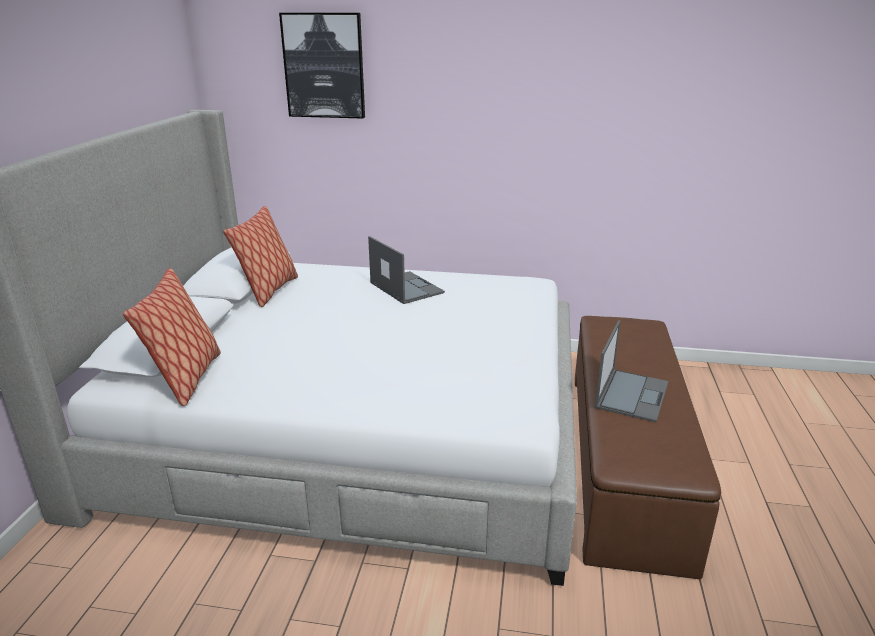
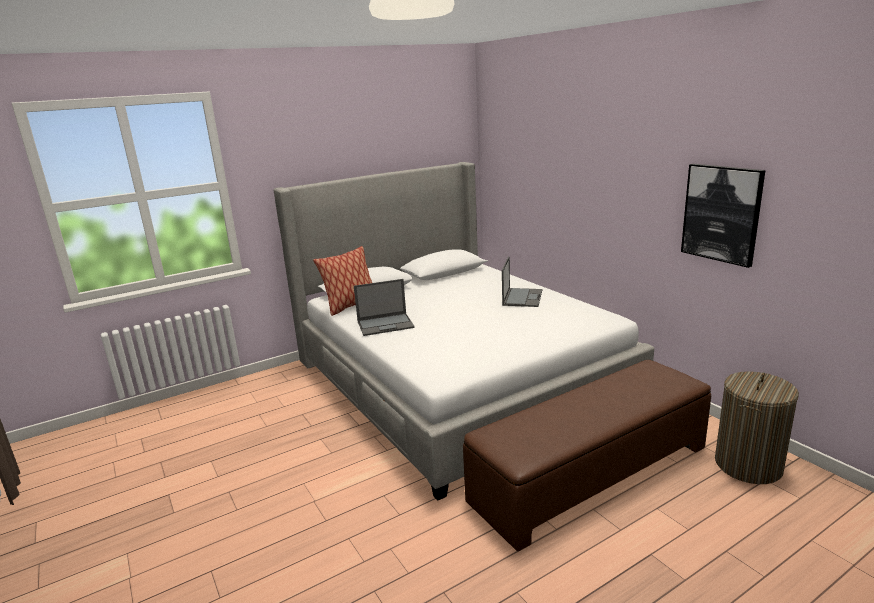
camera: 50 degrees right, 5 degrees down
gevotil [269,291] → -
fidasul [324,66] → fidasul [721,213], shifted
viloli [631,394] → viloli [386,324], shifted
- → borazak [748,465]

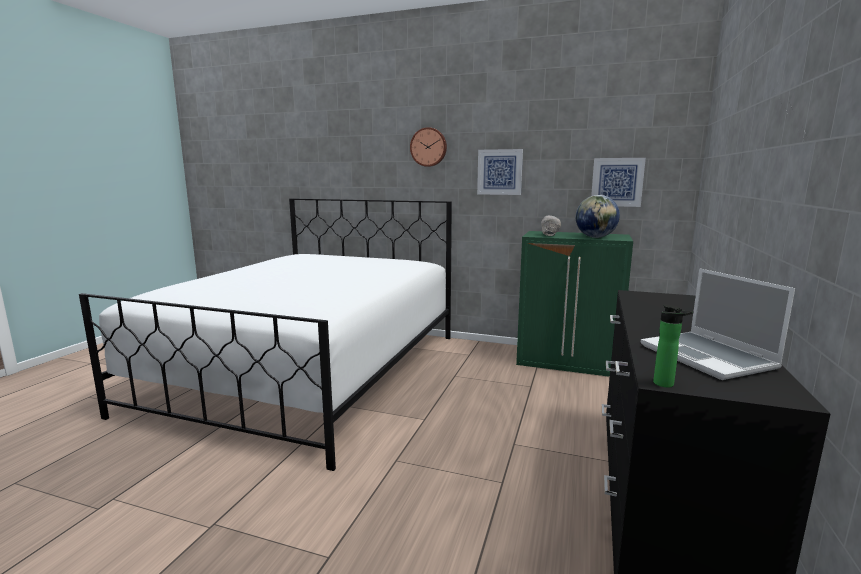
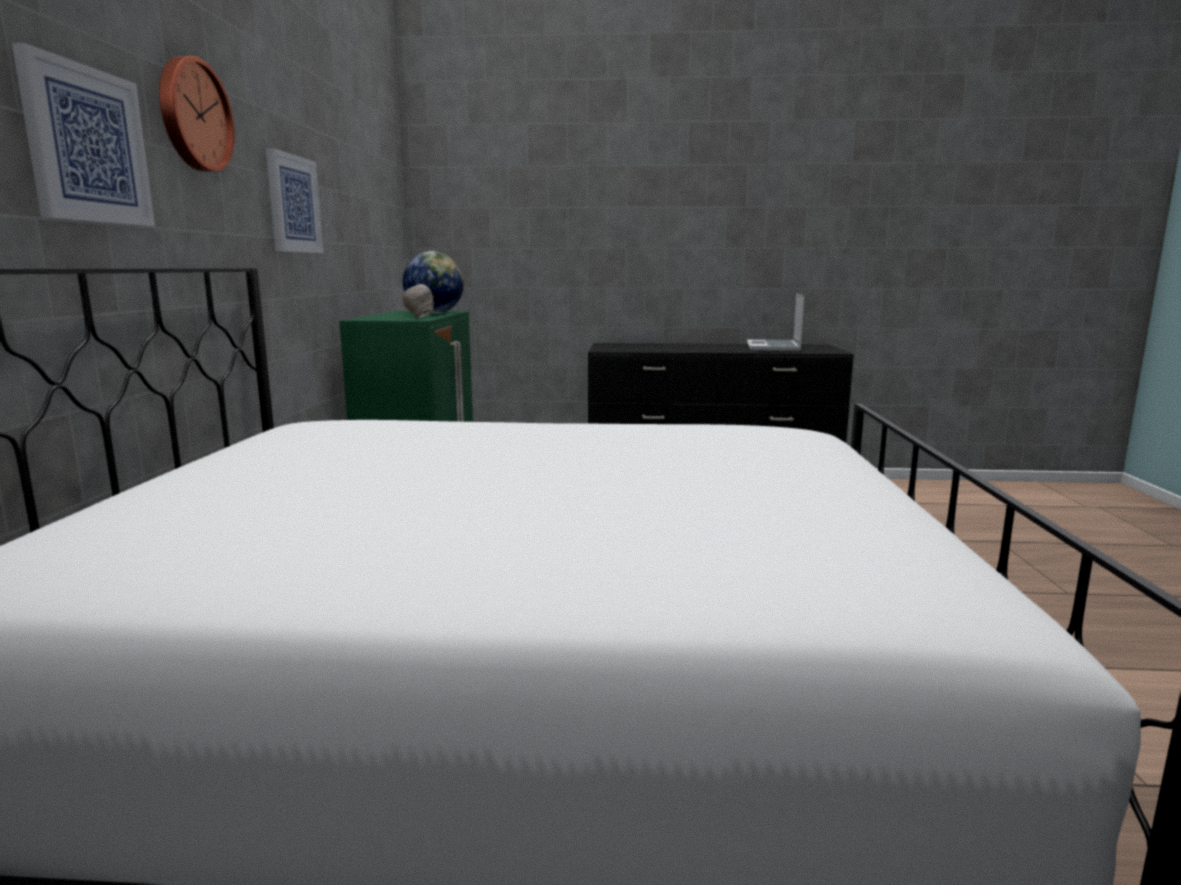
camera: 105 degrees left, 0 degrees up
fidasul [617,182] → fidasul [86,145], shifted
viloli [708,357] → viloli [774,347], 135 degrees clockwise
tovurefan [666,385] → -

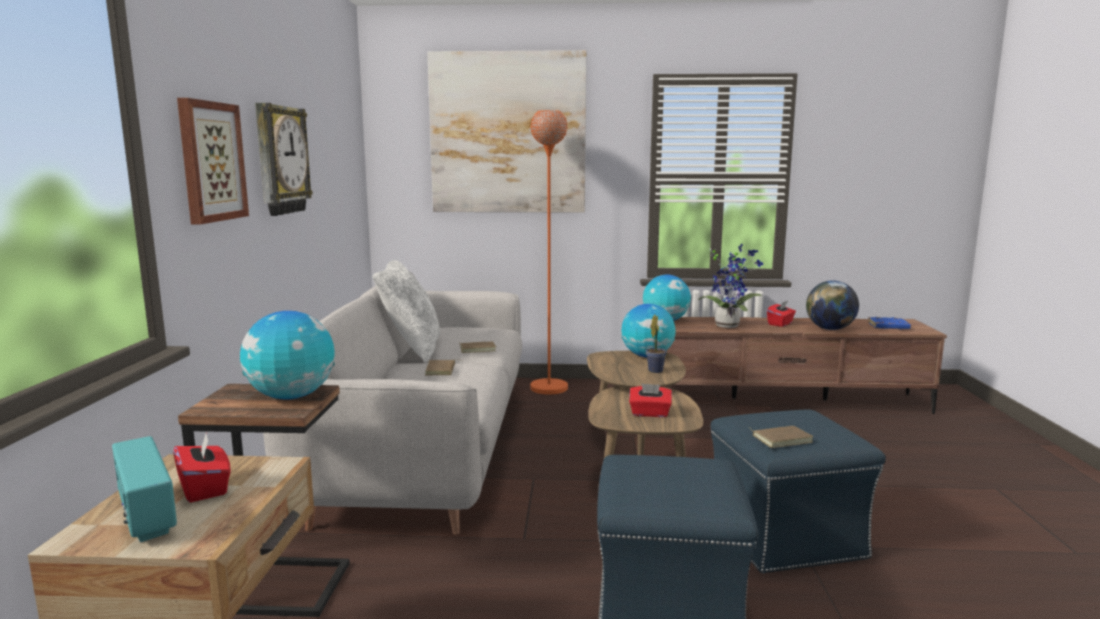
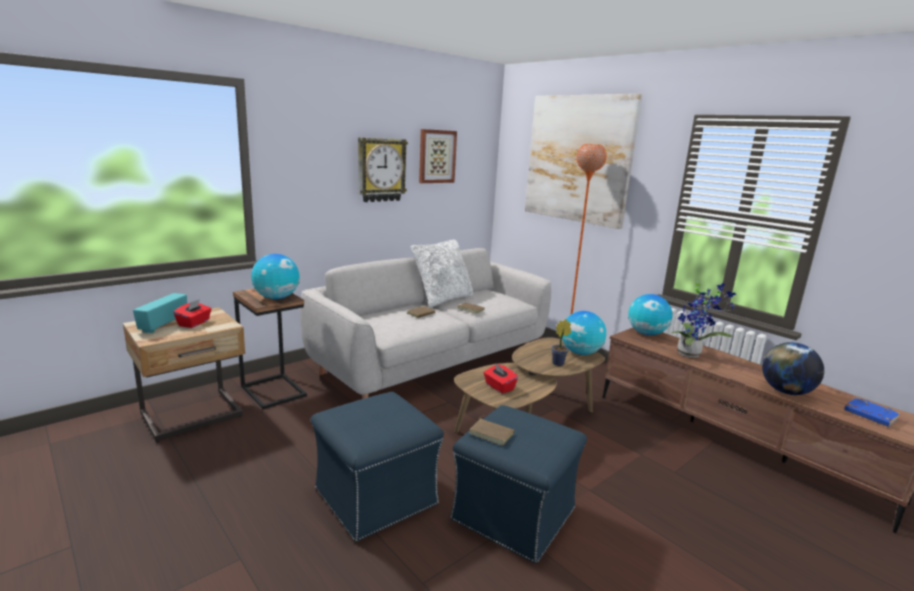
camera: 45 degrees right, 5 degrees up
fidasul [211,161] → fidasul [436,156], shifted
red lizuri [780,324] → -

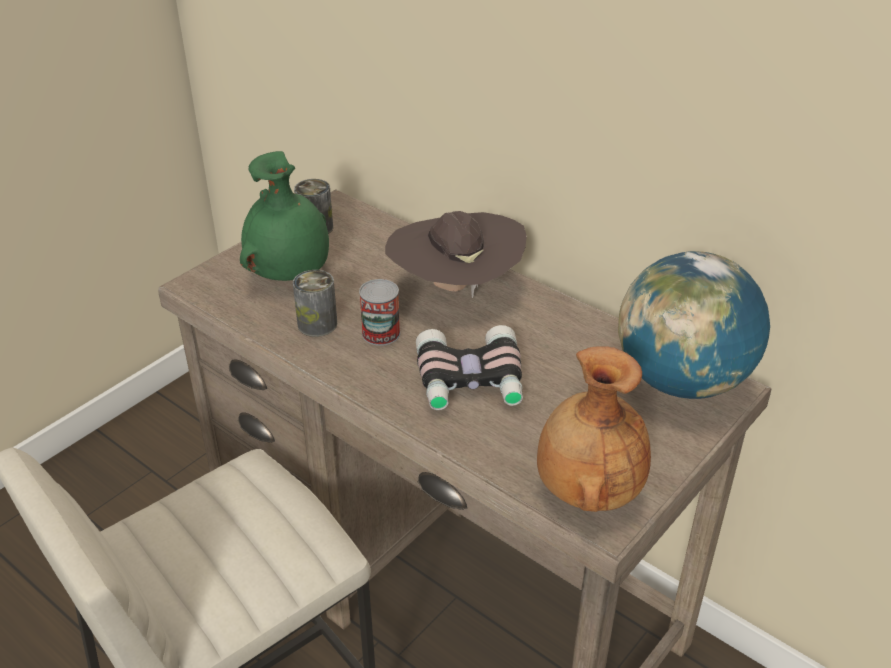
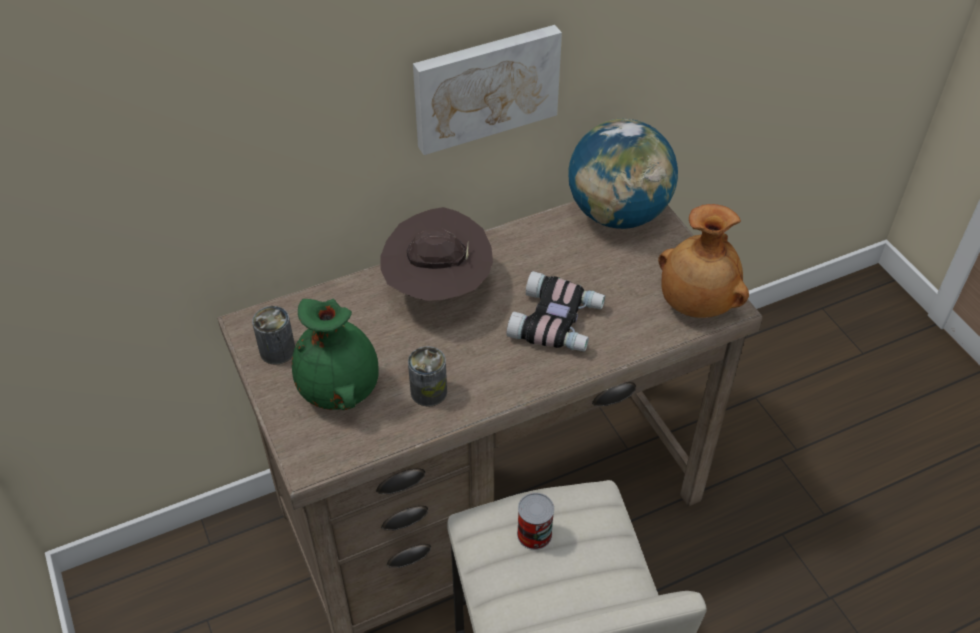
camera: 65 degrees left, 10 degrees up
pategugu [381,333] → pategugu [534,534], shifted
- → fidasul [485,86]

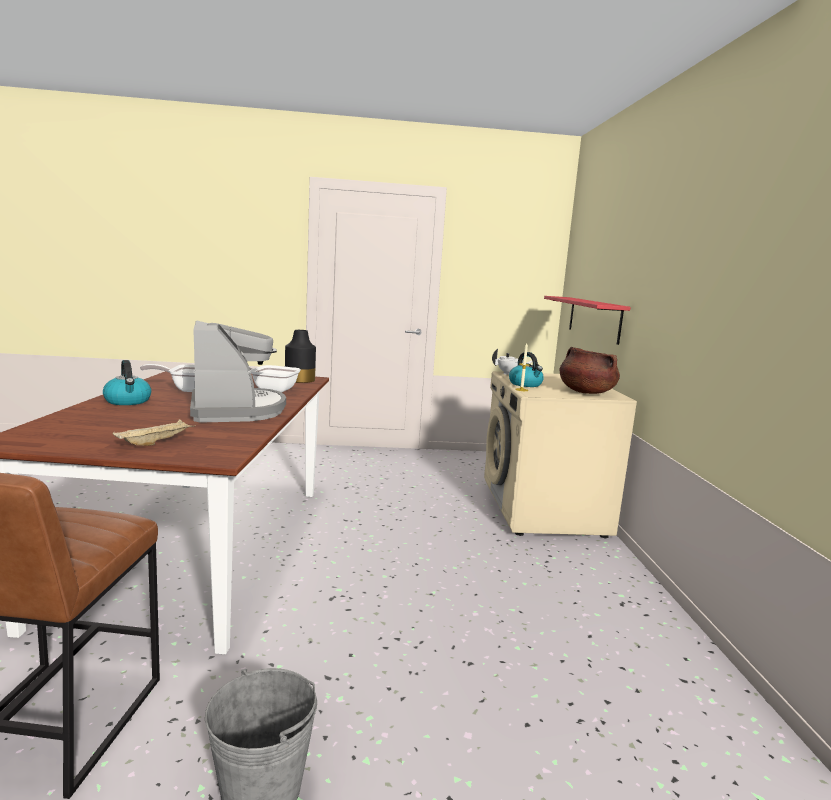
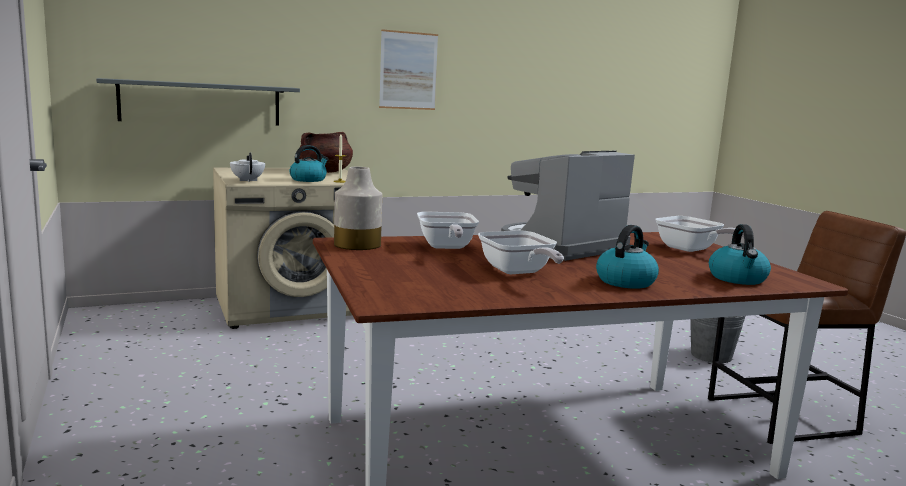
camera: 110 degrees left, 0 degrees up
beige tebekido [156,442] → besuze [692,250]
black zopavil [299,379] → beige zopavil [357,244]
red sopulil [594,318] → grey sopulil [201,103]
- → fidasul [408,70]
- → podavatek [738,279]

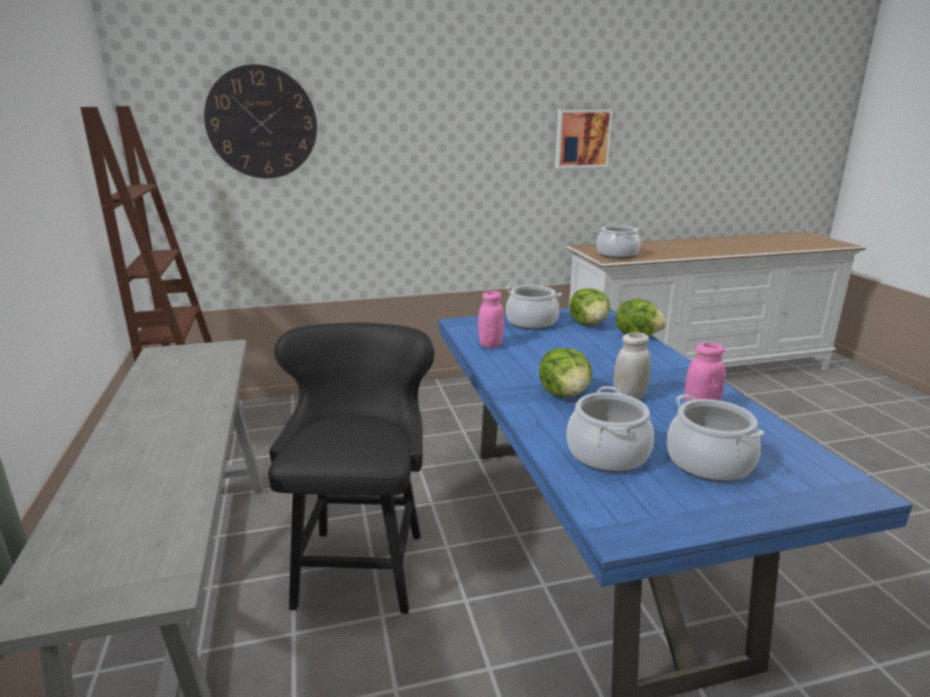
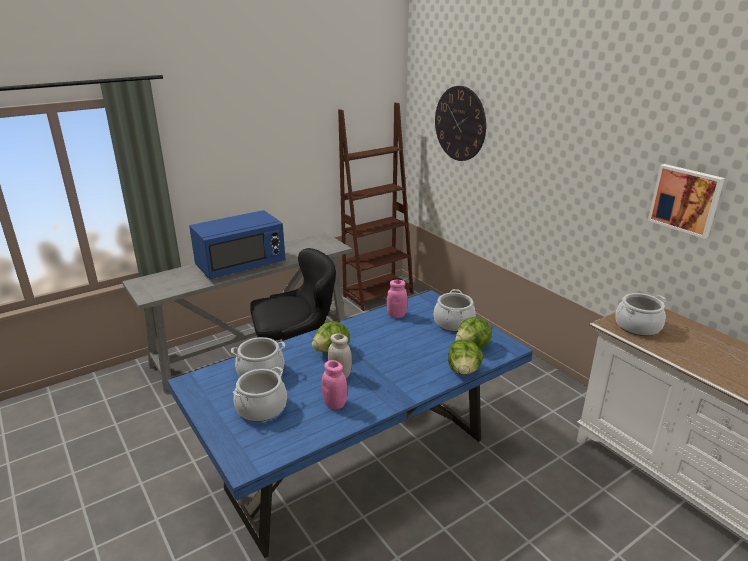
camera: 70 degrees right, 5 degrees up
- → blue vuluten [241,265]

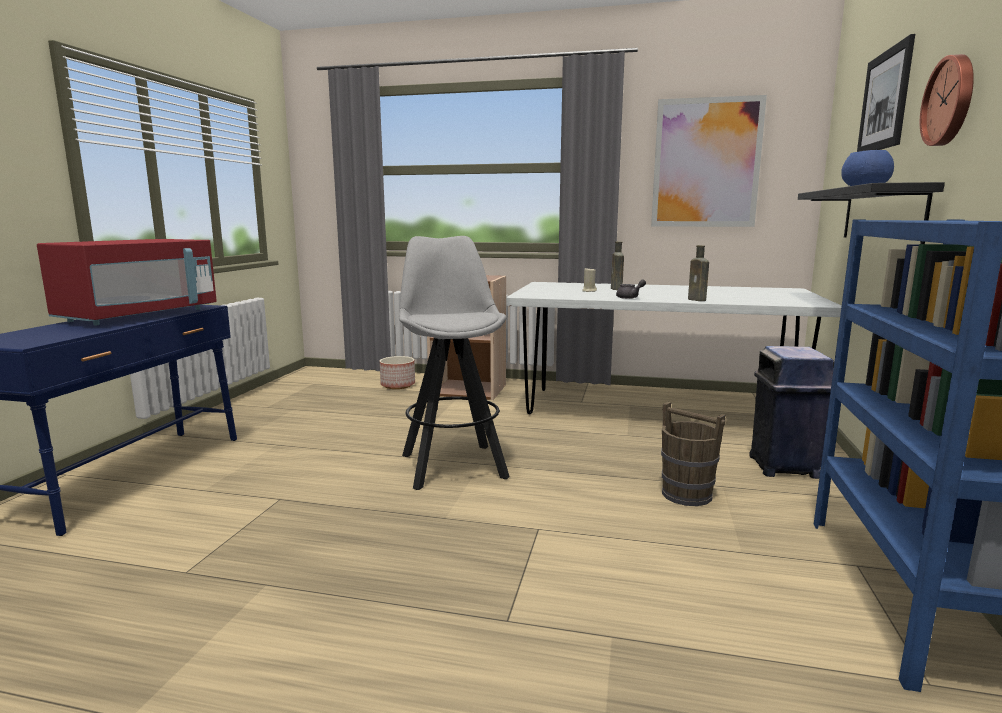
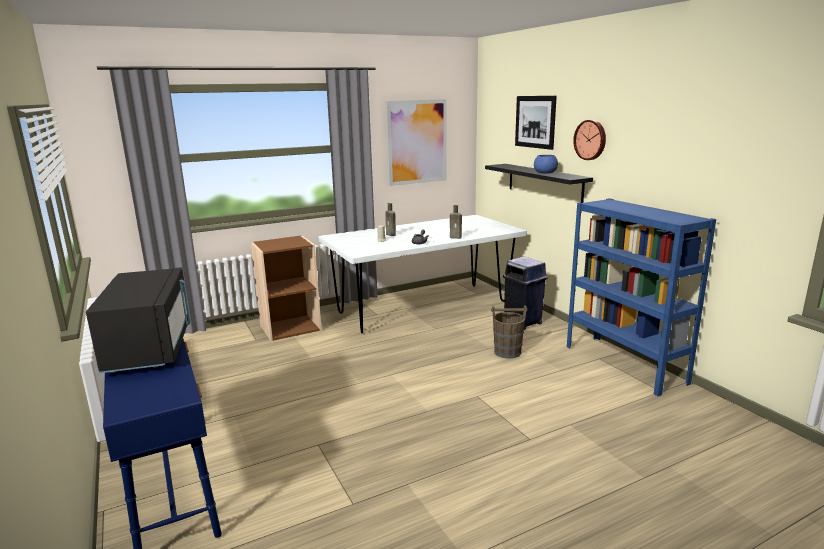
camera: 40 degrees left, 5 degrees up
red vuluten [140,316] → black vuluten [151,348]
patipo [398,385] → -
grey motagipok [453,464] → -

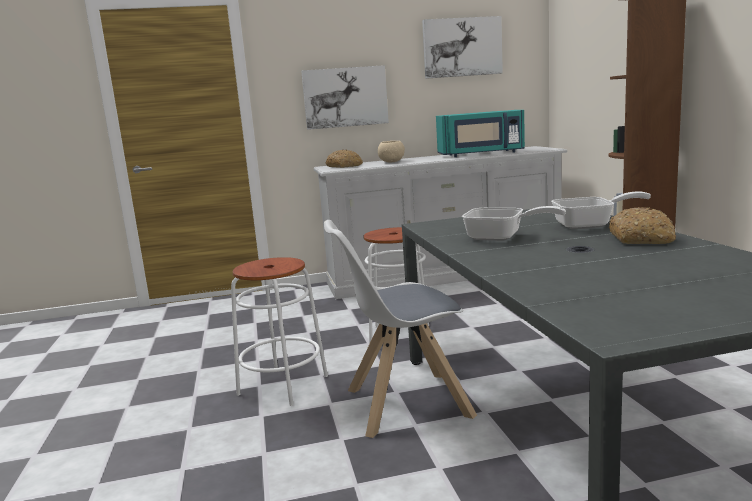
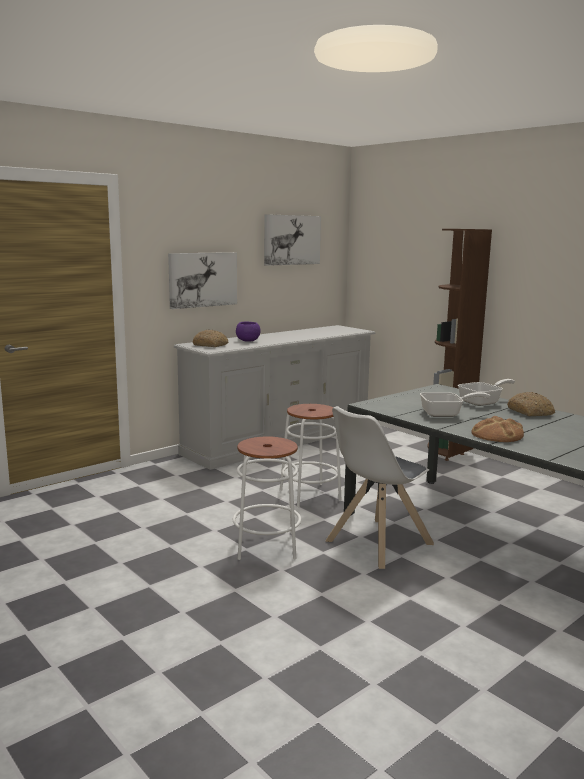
camera: 30 degrees left, 0 degrees up
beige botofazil [392,162] → purple botofazil [248,341]
turquoise vuluten [481,154] → -
- → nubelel [497,435]

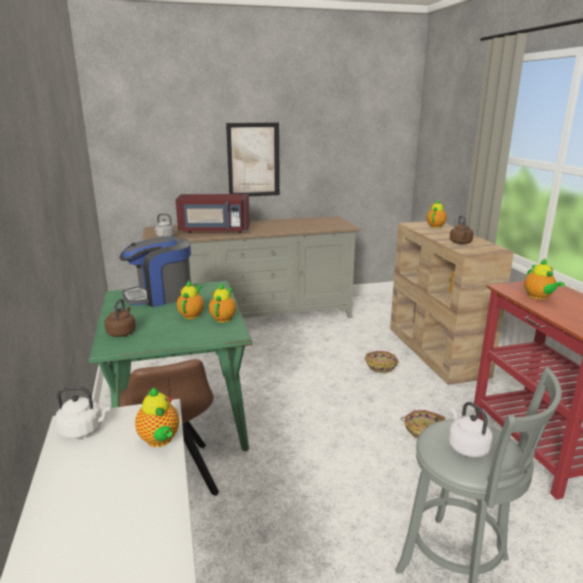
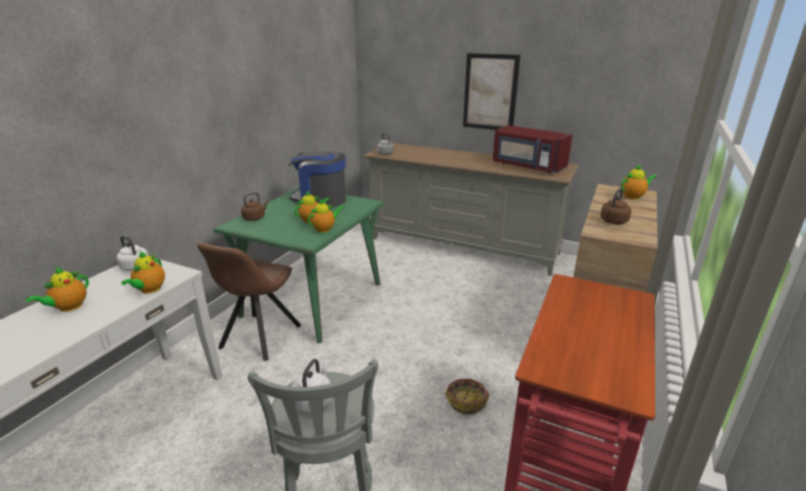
camera: 40 degrees right, 5 degrees up
red vuluten [214,231] → red vuluten [527,166], shifted
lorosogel [381,366] → -
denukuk [539,297] → denukuk [68,307], shifted

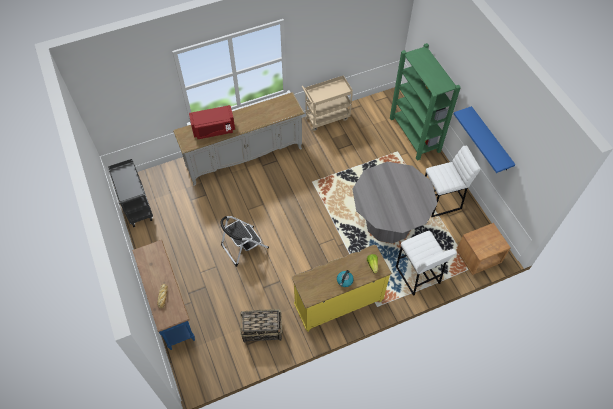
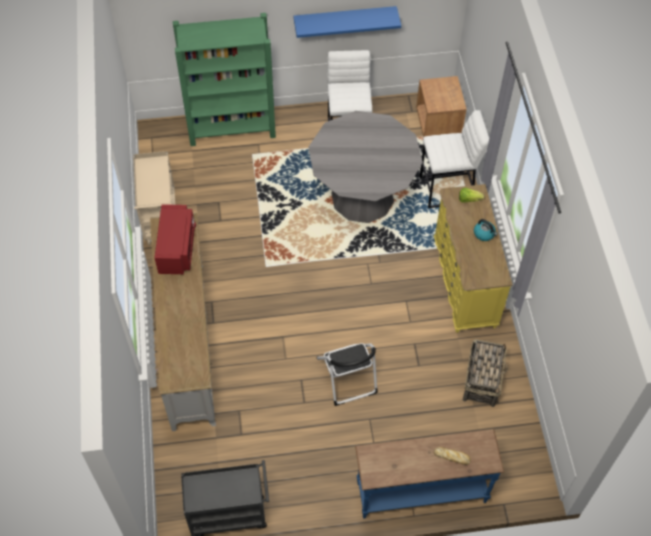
camera: 75 degrees left, 0 degrees up
red vuluten [213,129] → red vuluten [177,248], shifted

